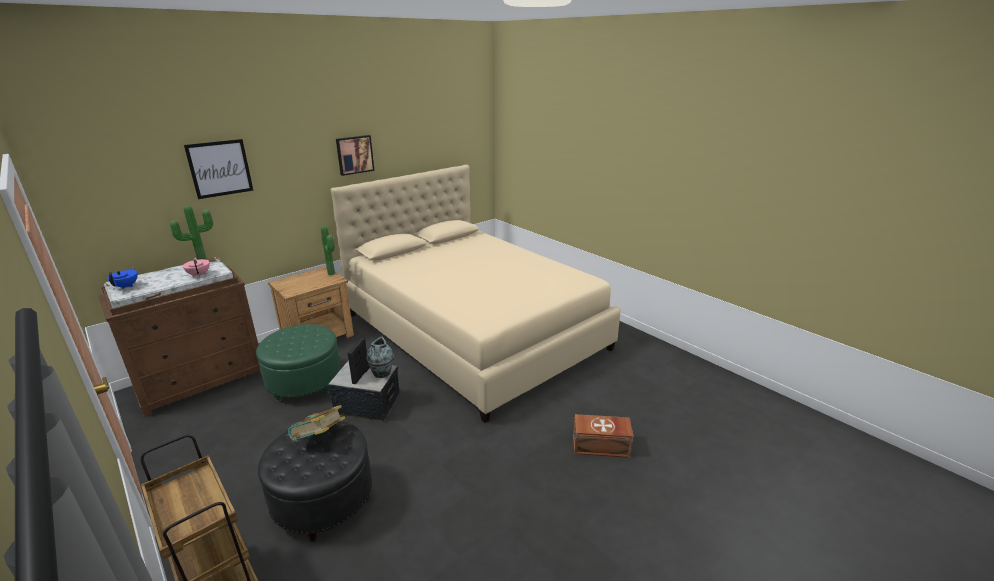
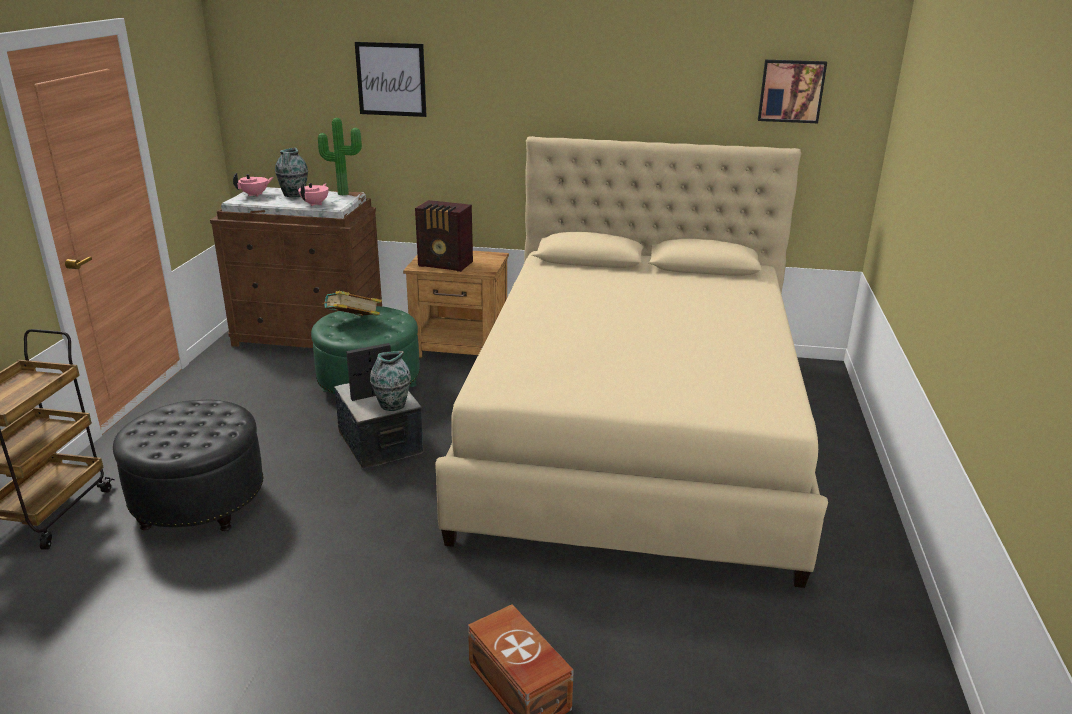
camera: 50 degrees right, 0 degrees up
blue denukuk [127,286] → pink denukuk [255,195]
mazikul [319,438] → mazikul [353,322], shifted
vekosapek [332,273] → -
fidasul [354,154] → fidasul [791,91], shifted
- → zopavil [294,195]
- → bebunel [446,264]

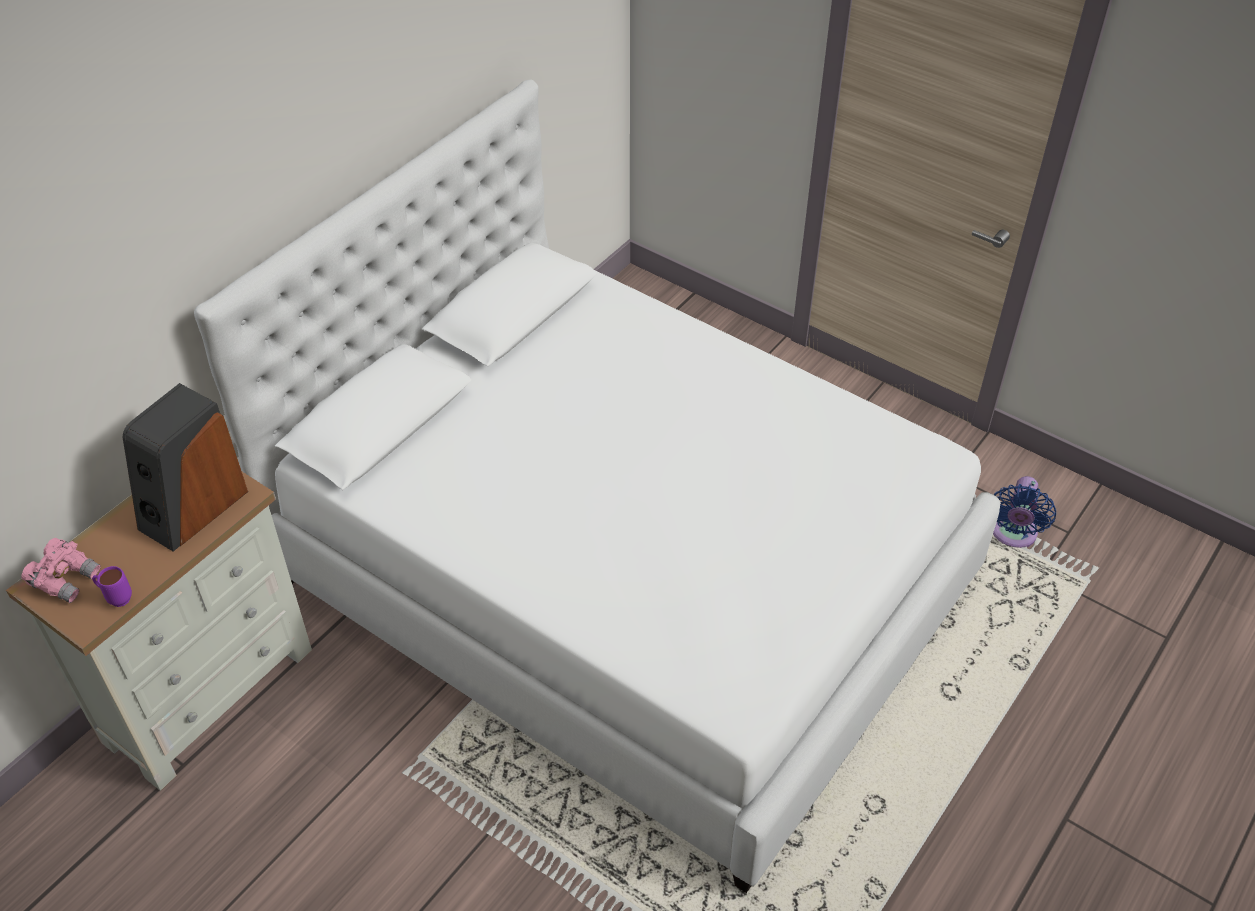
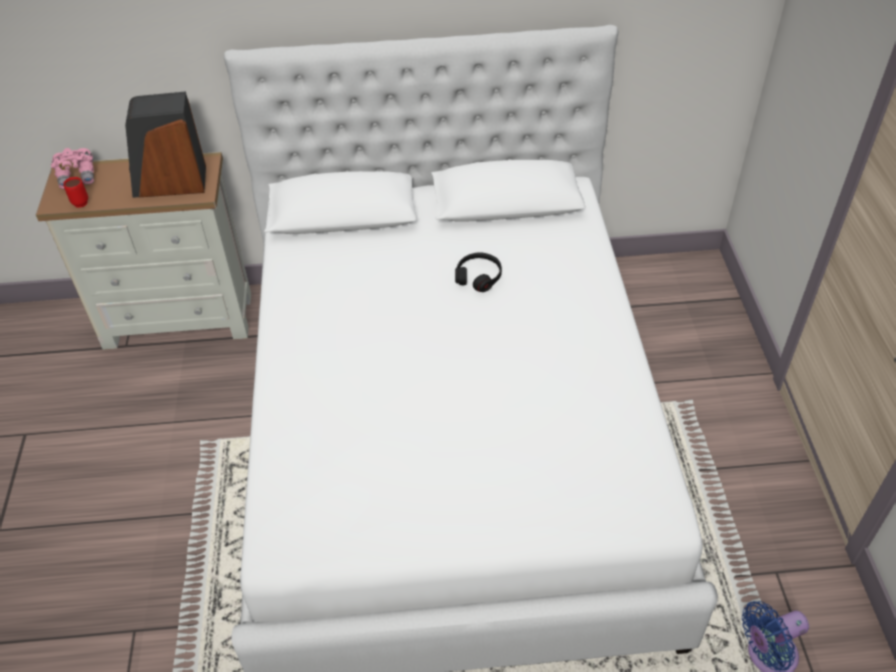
camera: 50 degrees right, 0 degrees up
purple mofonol [116,598] → red mofonol [80,201]
- → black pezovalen [478,277]

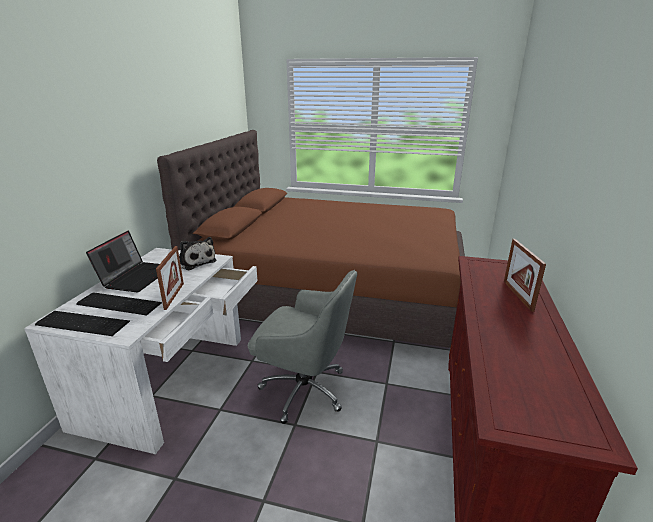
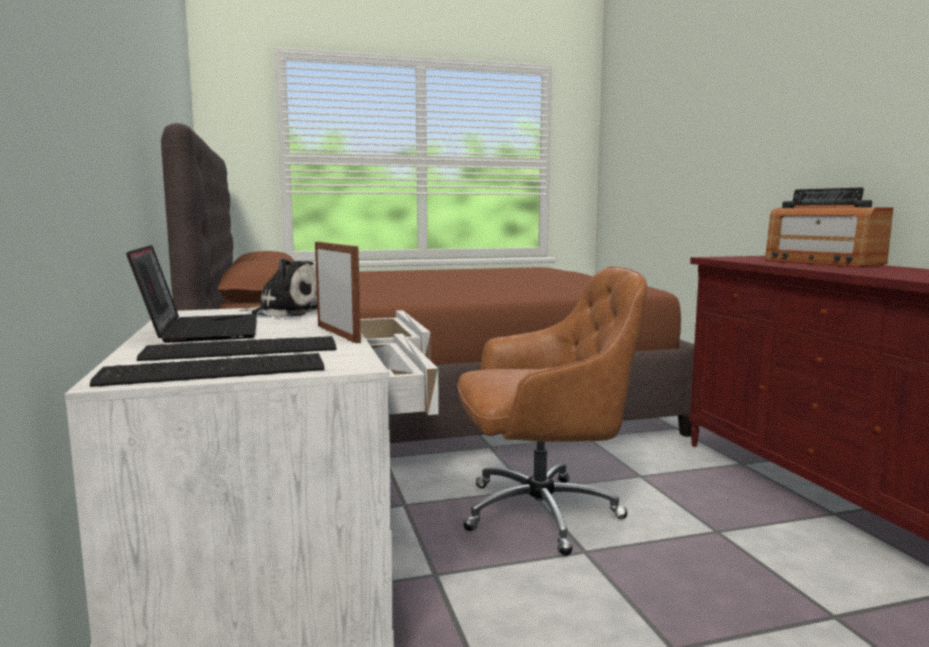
camera: 30 degrees left, 15 degrees down
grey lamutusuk [304,390] → brown lamutusuk [541,513]
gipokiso [517,295] → bebunel [822,263]

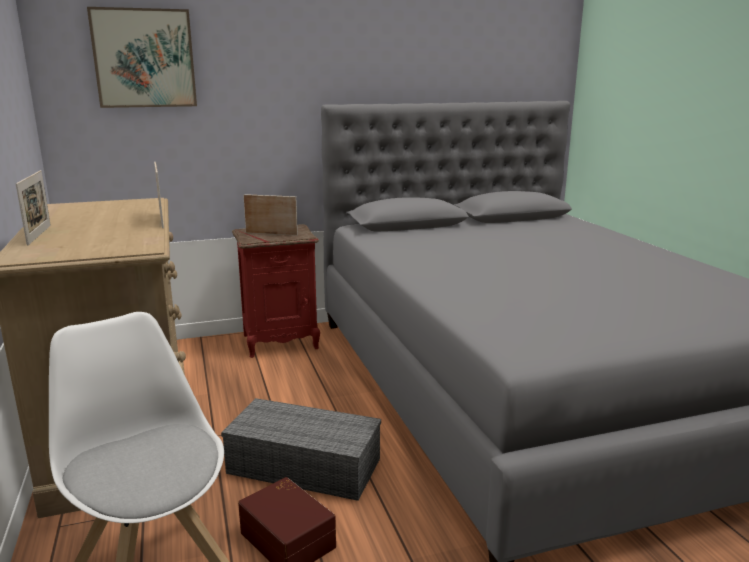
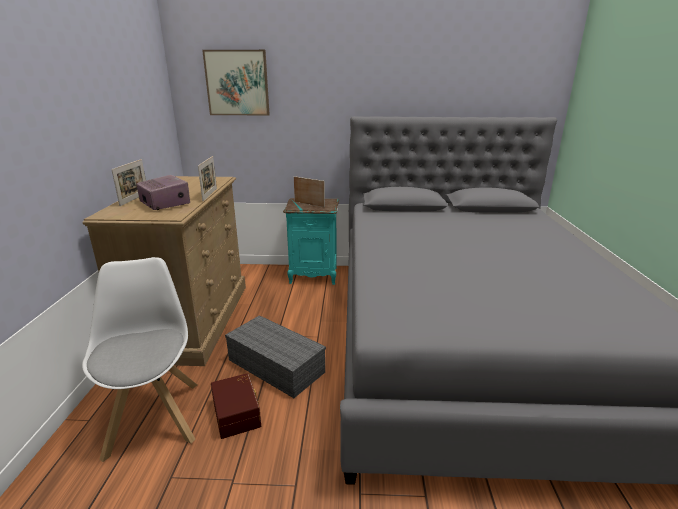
camera: 20 degrees right, 5 degrees up
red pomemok [280,342] → turquoise pomemok [314,276]
- → bebunel [165,203]

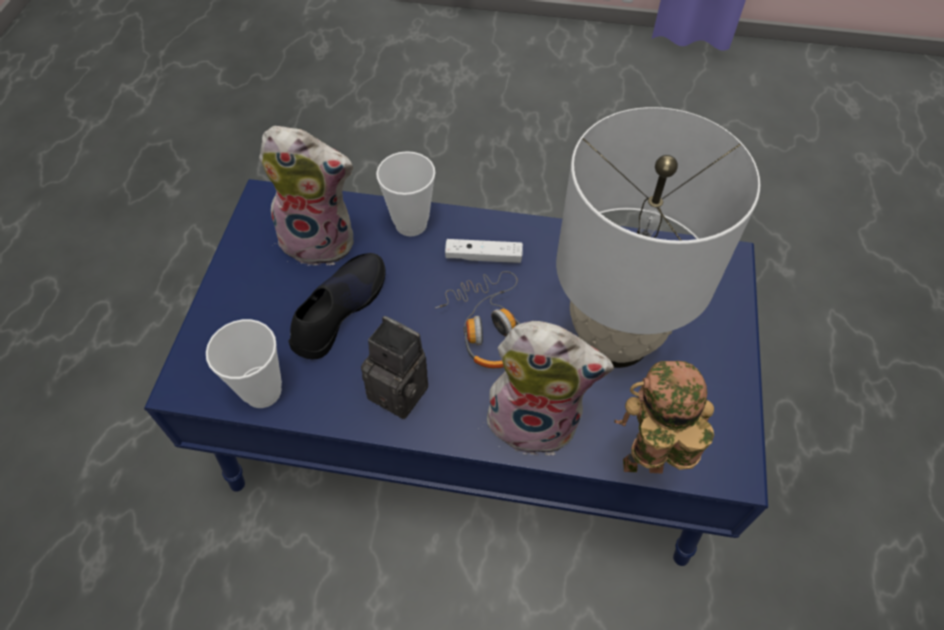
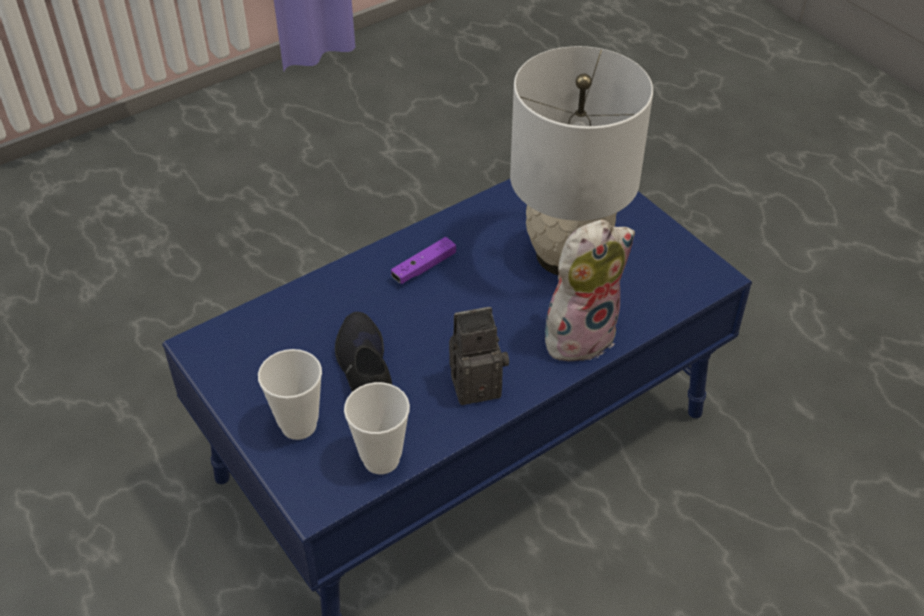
camera: 45 degrees left, 10 degrees down
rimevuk [321,239] → -
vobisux [411,224] → vobisux [298,425], shifted
pezovalen [488,327] → -
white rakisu [483,257] → purple rakisu [424,267]
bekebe [640,471] → -

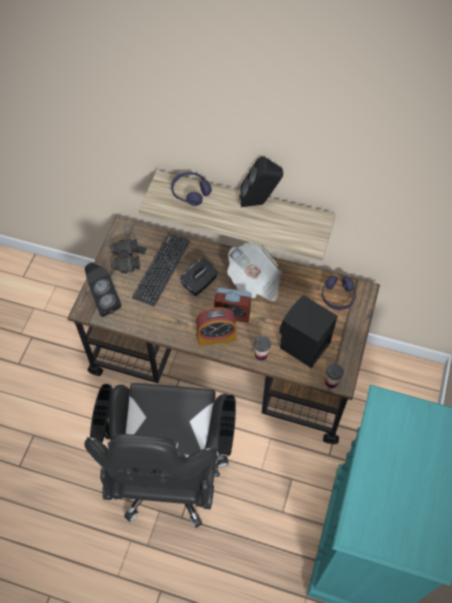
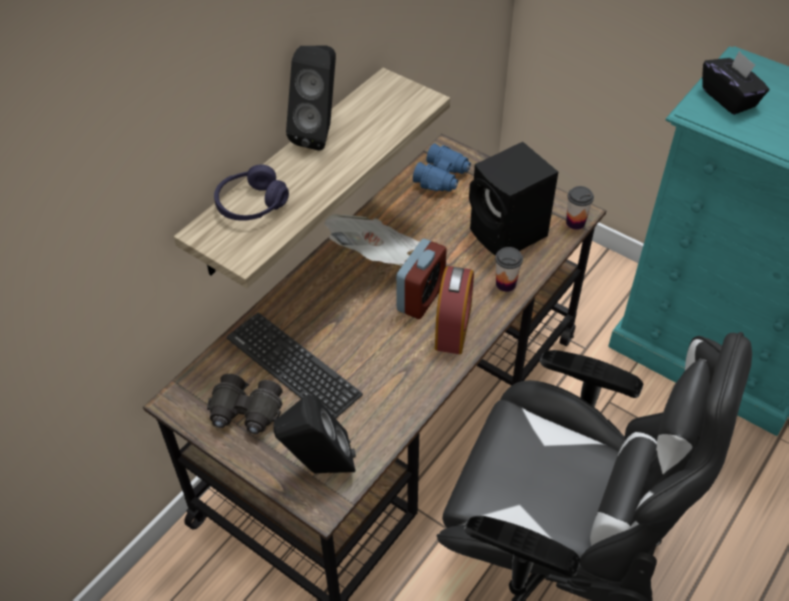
camera: 70 degrees left, 10 degrees down
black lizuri [199,283] → black lizuri [729,98], shifted
purple pezovalen [337,296] → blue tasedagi [442,177]

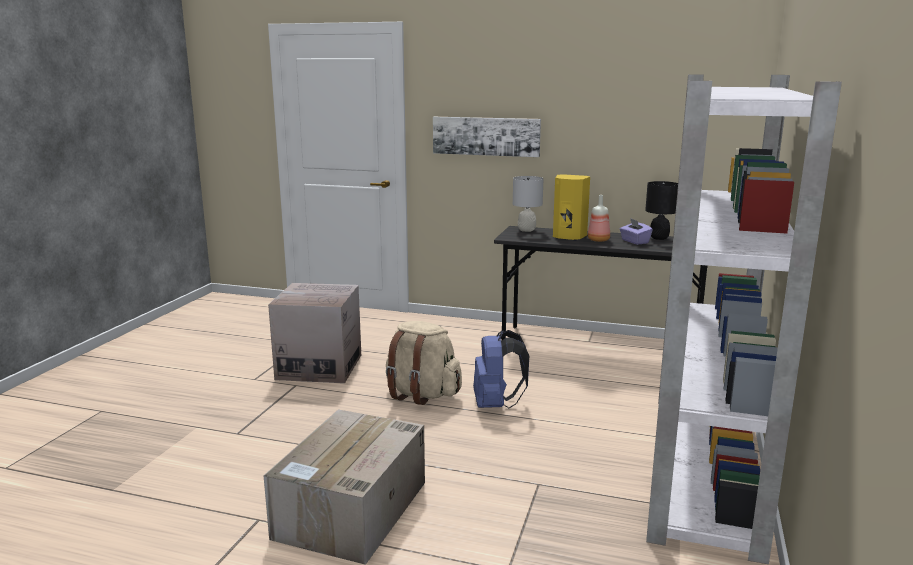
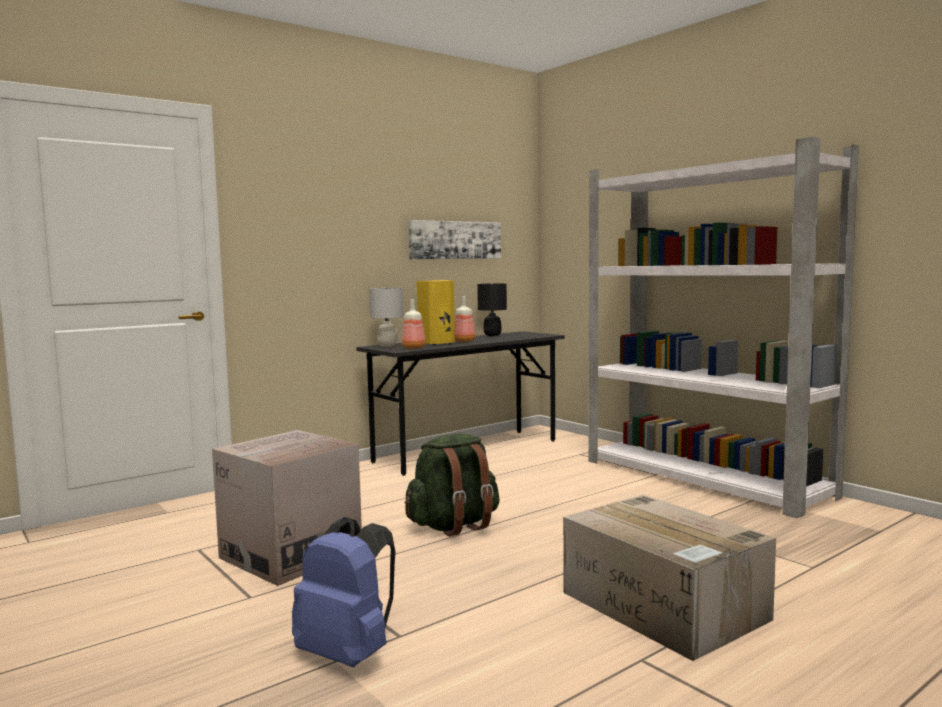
camera: 55 degrees left, 10 degrees down
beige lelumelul [421,394] → green lelumelul [454,525]
fidasul [486,136] → fidasul [455,240], shifted
blue lelumelul [496,405] → blue lelumelul [349,654], shifted
purple lizuri [634,241] → -
- → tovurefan [413,348]

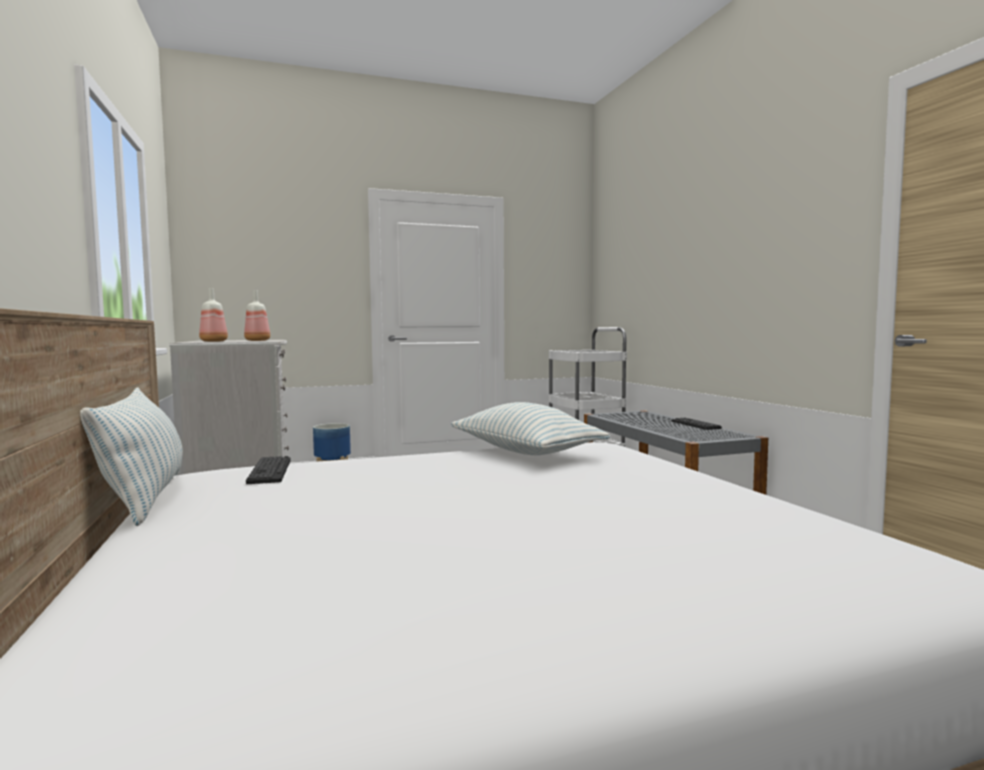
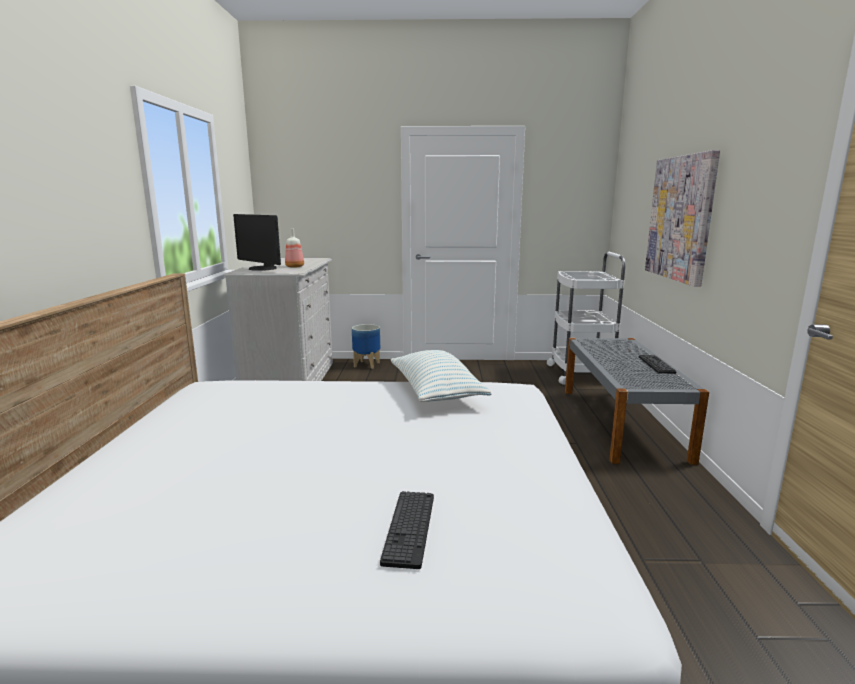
camera: 20 degrees right, 10 degrees up
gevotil [143,497] → -
tovurefan [214,341] → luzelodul [261,269]
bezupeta [270,471] → bezupeta [409,528], shifted
- → fidasul [681,218]

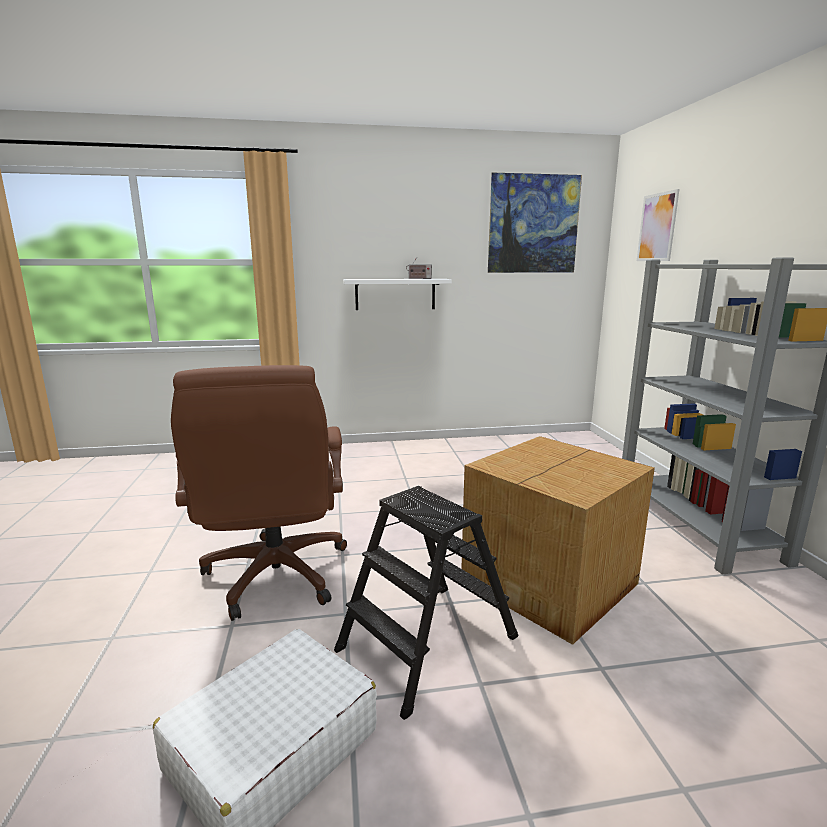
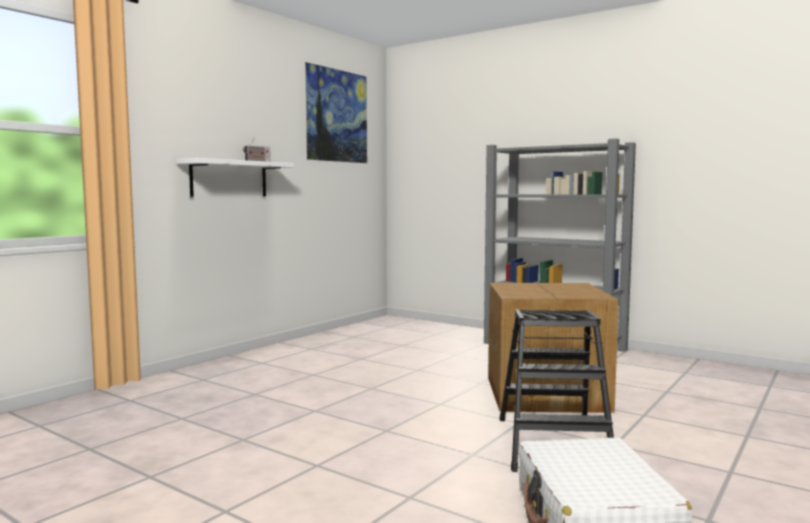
camera: 45 degrees left, 10 degrees down
brown lamutusuk [274,580] → -
fidasul [657,227] → -

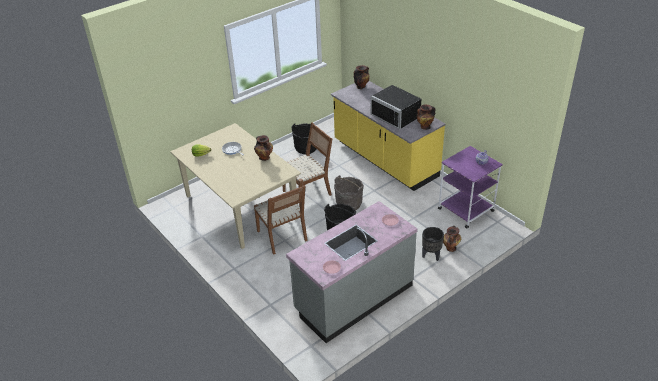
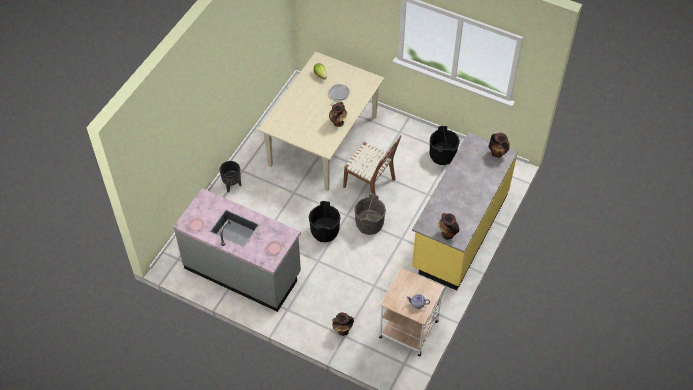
camera: 65 degrees right, 15 degrees up
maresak [282,238] → -
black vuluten [397,115] → -
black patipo [431,255] → black patipo [232,186], shifted
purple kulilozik [466,211] → beige kulilozik [408,330]

